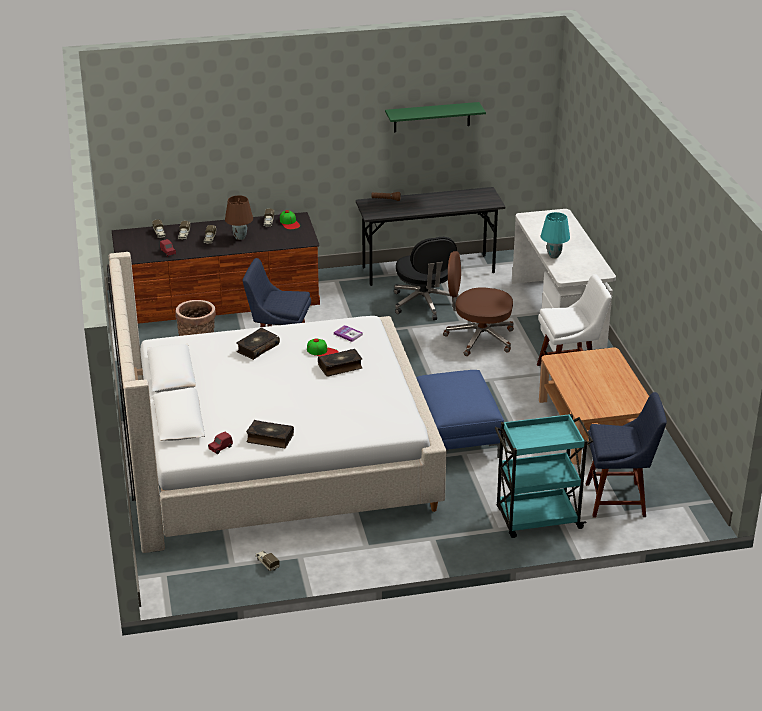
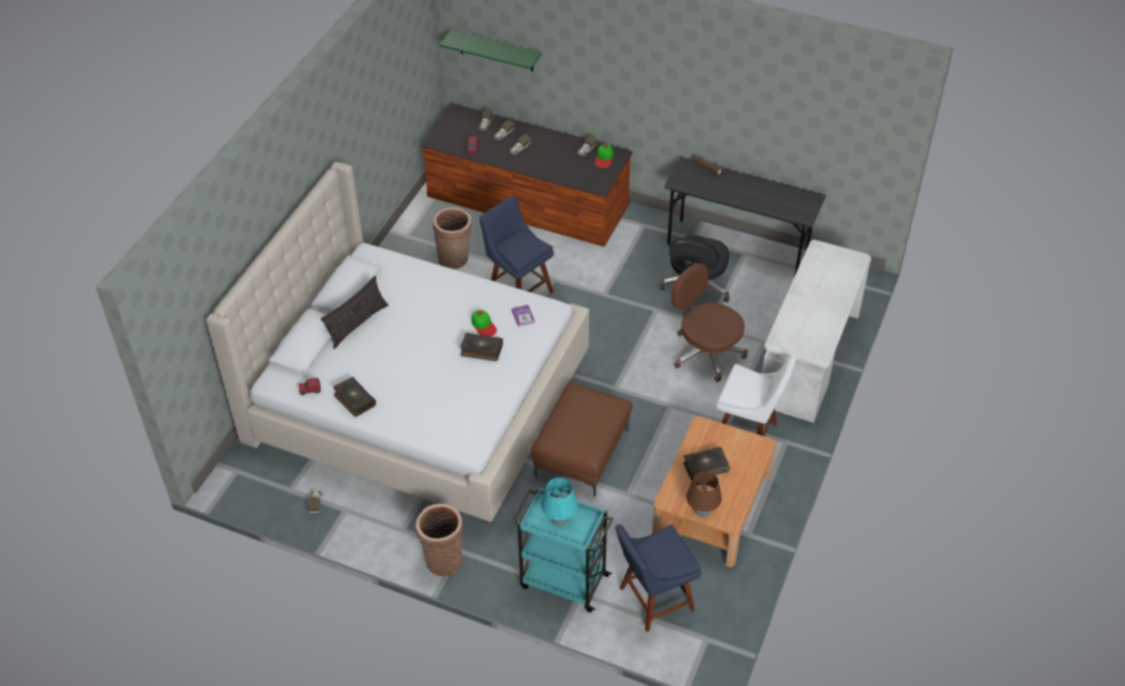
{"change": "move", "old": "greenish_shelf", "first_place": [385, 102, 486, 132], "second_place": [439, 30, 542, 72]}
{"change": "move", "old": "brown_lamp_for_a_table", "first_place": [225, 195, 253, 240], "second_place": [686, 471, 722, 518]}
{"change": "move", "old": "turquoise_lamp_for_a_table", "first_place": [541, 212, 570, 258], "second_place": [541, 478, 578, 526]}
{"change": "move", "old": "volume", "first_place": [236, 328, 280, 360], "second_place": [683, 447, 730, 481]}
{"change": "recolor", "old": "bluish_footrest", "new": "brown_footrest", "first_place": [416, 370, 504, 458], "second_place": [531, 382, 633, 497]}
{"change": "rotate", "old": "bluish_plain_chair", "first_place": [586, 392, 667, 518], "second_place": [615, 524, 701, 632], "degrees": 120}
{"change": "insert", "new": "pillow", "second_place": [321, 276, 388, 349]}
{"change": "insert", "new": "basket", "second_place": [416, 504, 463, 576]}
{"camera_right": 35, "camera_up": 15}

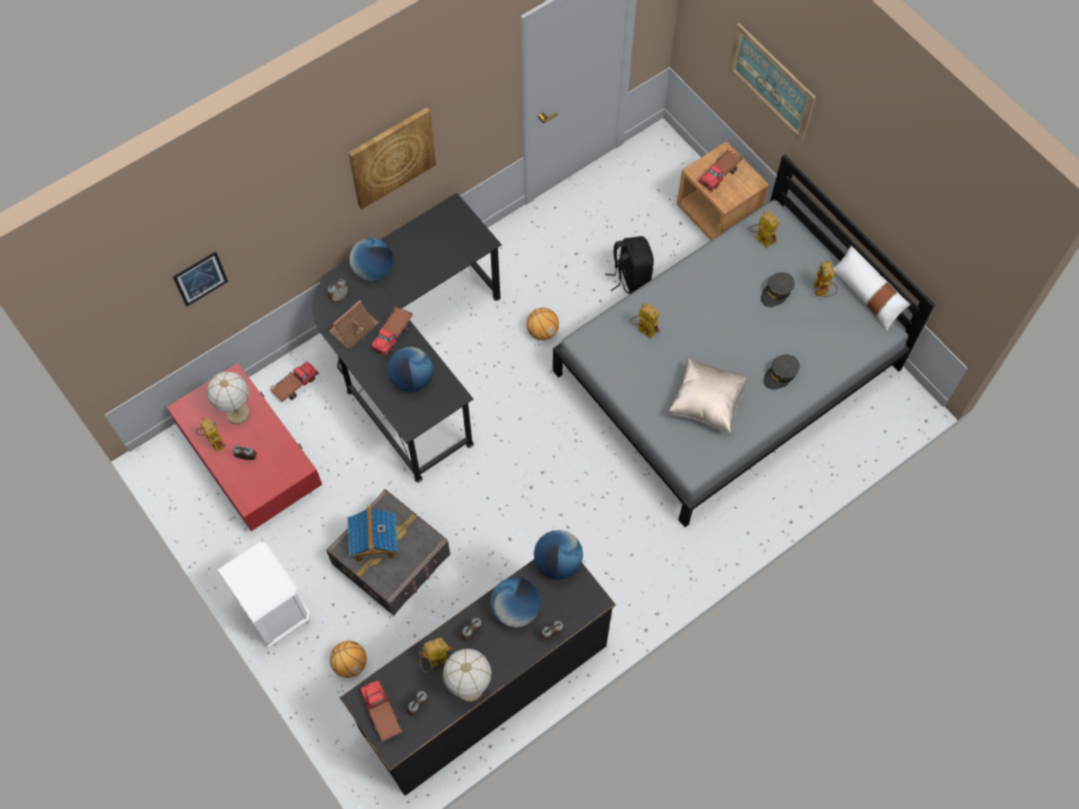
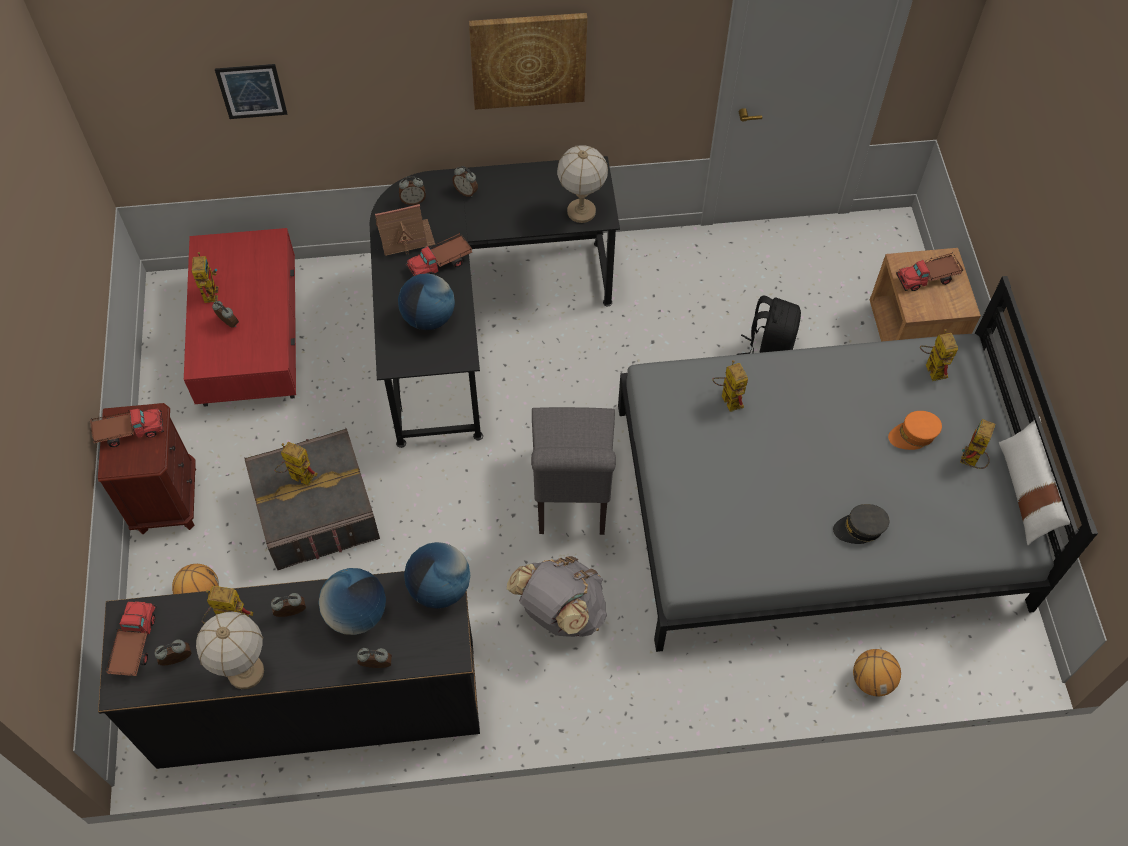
{"change": "delete", "old": "wall_picture", "first_place": [728, 23, 816, 142]}
{"change": "replace", "old": "desk_globe", "new": "bedside_clock", "first_place": [350, 238, 393, 281], "second_place": [452, 166, 478, 197]}
{"change": "recolor", "old": "grey_peaked_cap", "new": "orange-coloured_peaked_cap", "first_place": [761, 272, 795, 307], "second_place": [888, 411, 942, 450]}
{"change": "move", "old": "basketball", "first_place": [526, 308, 559, 340], "second_place": [853, 649, 901, 697]}
{"change": "delete", "old": "sand-coloured_pillow", "first_place": [668, 357, 751, 433]}
{"change": "move", "old": "model_truck", "first_place": [270, 362, 319, 402], "second_place": [90, 409, 164, 447]}
{"change": "move", "old": "lamp_for_a_table", "first_place": [206, 371, 250, 424], "second_place": [557, 145, 608, 223]}
{"change": "replace", "old": "model_house", "new": "toy_robot", "first_place": [347, 505, 398, 562], "second_place": [274, 442, 317, 486]}
{"change": "recolor", "old": "white-coloured_nightstand", "new": "brown_nightstand", "first_place": [218, 542, 311, 648], "second_place": [98, 403, 196, 534]}
{"change": "insert", "new": "grey_plain_chair", "second_place": [531, 407, 616, 535]}
{"change": "insert", "new": "grey_backpack", "second_place": [507, 556, 607, 637]}
{"camera_right": 30, "camera_up": -5}

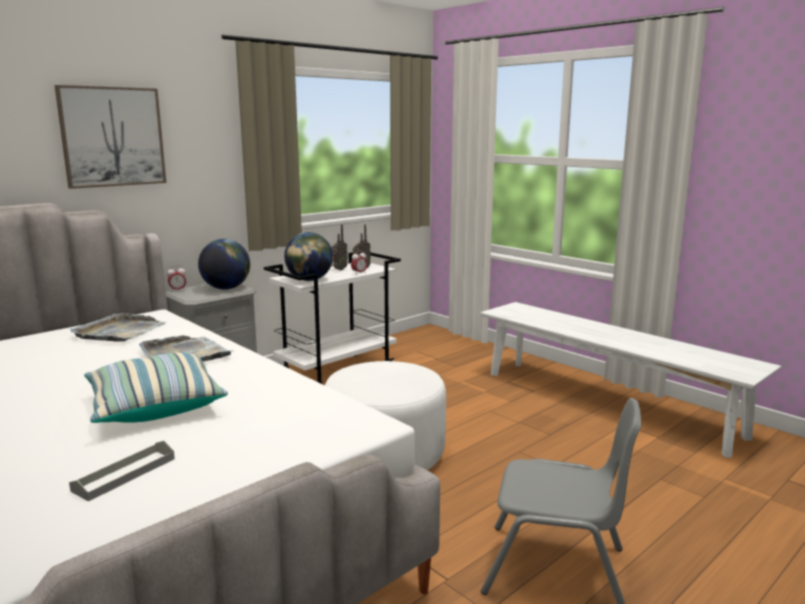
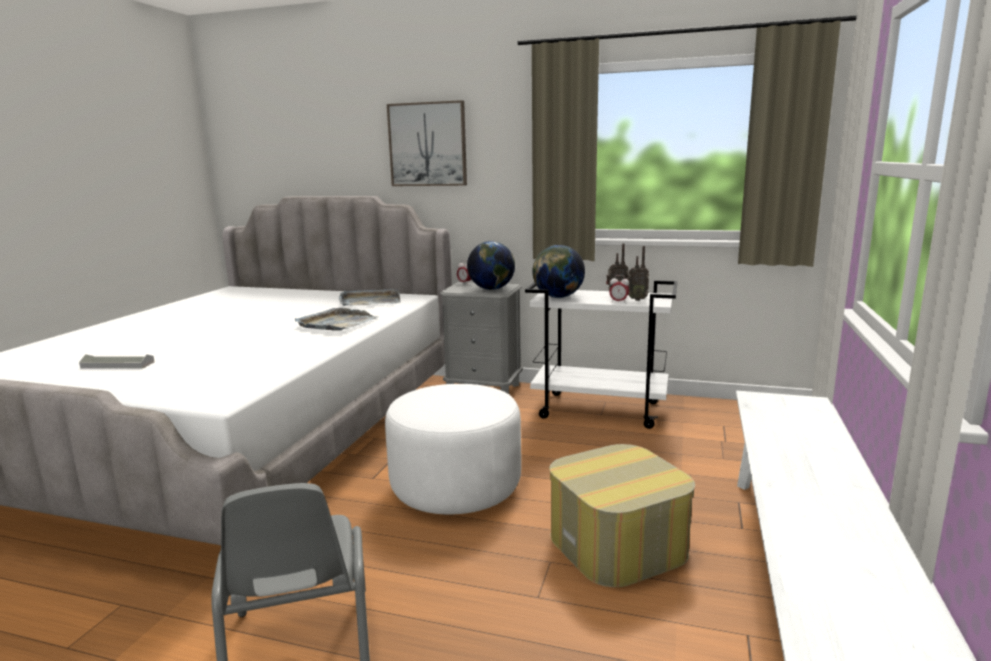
{"change": "delete", "old": "pillow", "first_place": [84, 352, 228, 423]}
{"change": "insert", "new": "footrest", "second_place": [549, 444, 695, 587]}
{"camera_right": 60, "camera_up": 0}

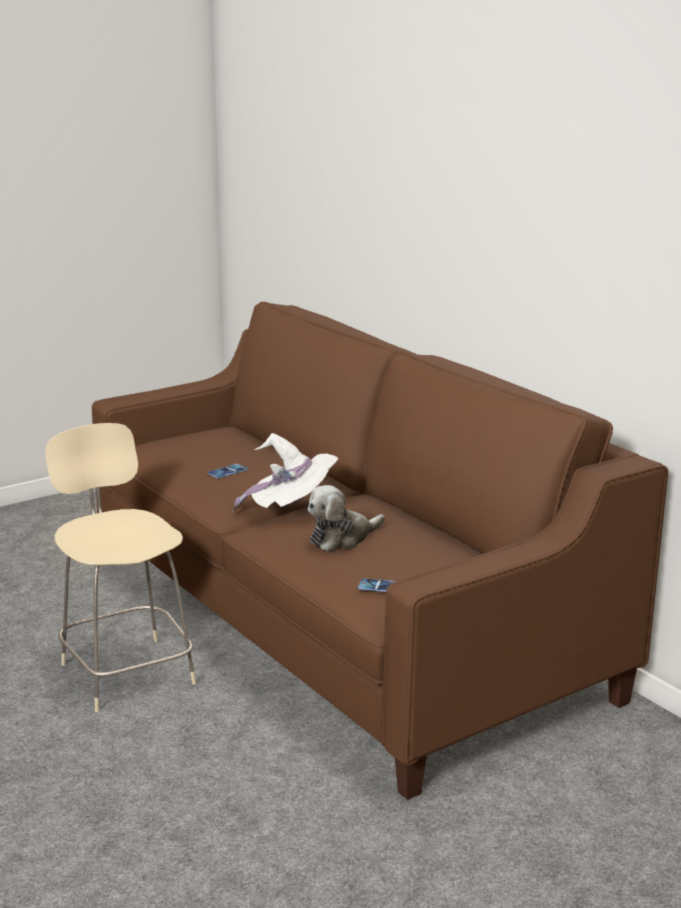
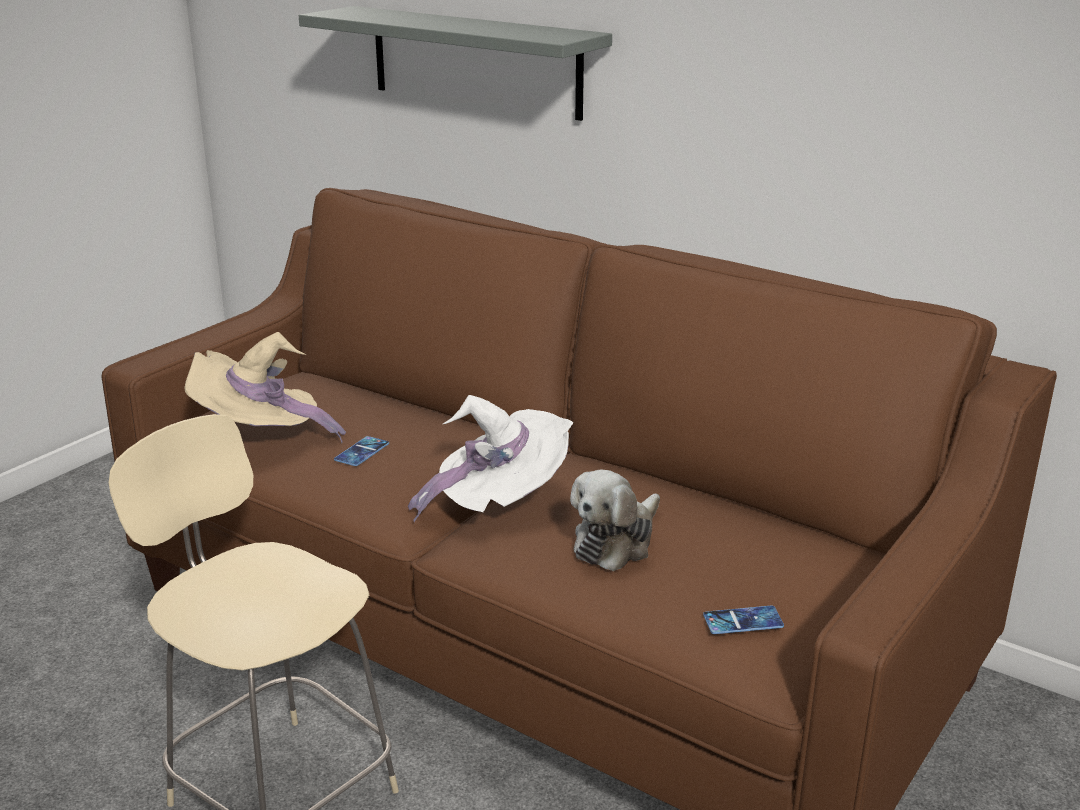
{"change": "insert", "new": "grey_shelf", "second_place": [299, 6, 612, 121]}
{"change": "insert", "new": "sand-coloured_clothing_hat", "second_place": [184, 332, 346, 443]}
{"camera_right": -20, "camera_up": 5}

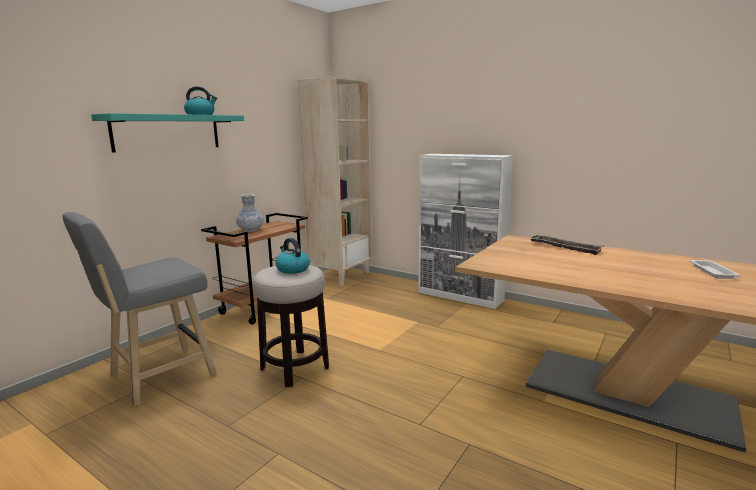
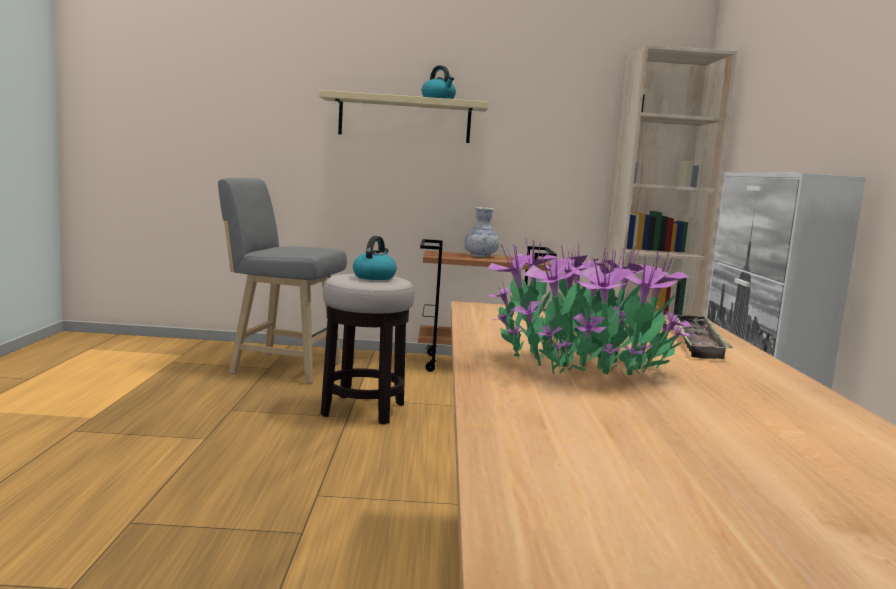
{"change": "recolor", "old": "turquoise_shelf", "new": "sand-coloured_shelf", "first_place": [91, 113, 244, 153], "second_place": [319, 90, 488, 143]}
{"change": "delete", "old": "white-coloured_carrying_tray", "first_place": [689, 260, 741, 279]}
{"change": "insert", "new": "plant_in_a_pot", "second_place": [487, 239, 691, 376]}
{"camera_right": 55, "camera_up": -5}

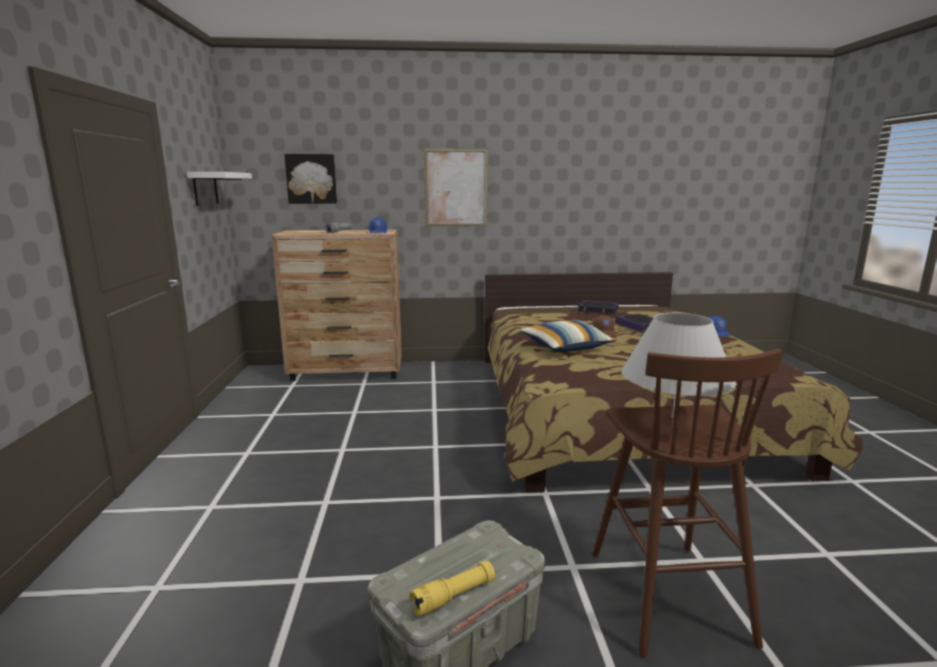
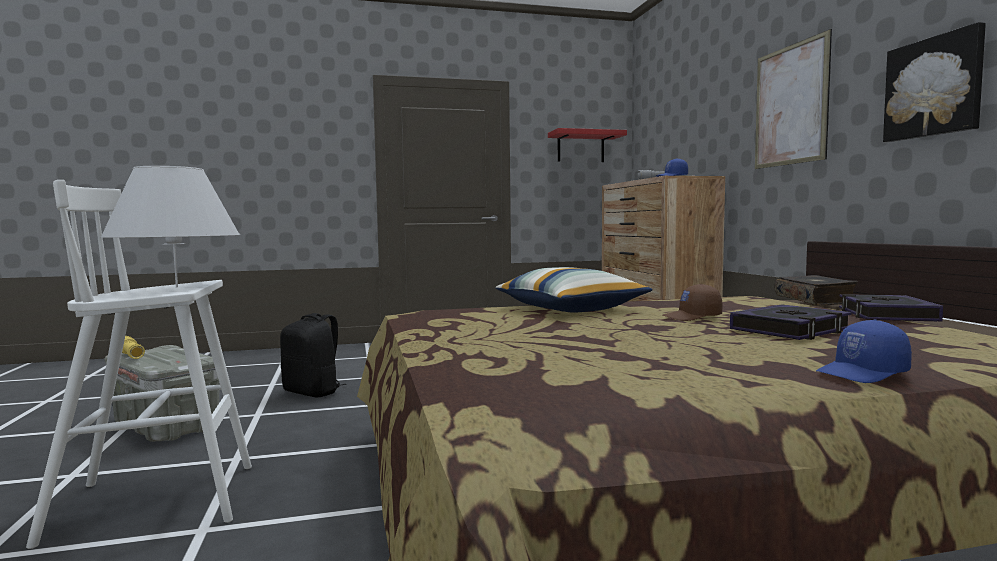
{"change": "move", "old": "wall_picture", "first_place": [284, 154, 337, 204], "second_place": [883, 22, 986, 142]}
{"change": "recolor", "old": "white-coloured_shelf", "new": "red_shelf", "first_place": [187, 172, 252, 206], "second_place": [548, 128, 627, 162]}
{"change": "recolor", "old": "brown_stool_seat", "new": "white-coloured_stool_seat", "first_place": [593, 349, 783, 658], "second_place": [26, 180, 252, 549]}
{"change": "insert", "new": "volume", "second_place": [774, 275, 858, 305]}
{"change": "insert", "new": "black_backpack", "second_place": [280, 313, 347, 397]}
{"camera_right": 80, "camera_up": -10}

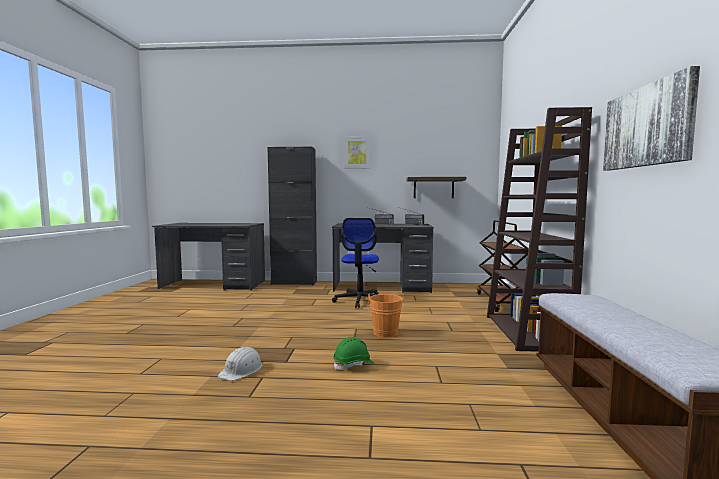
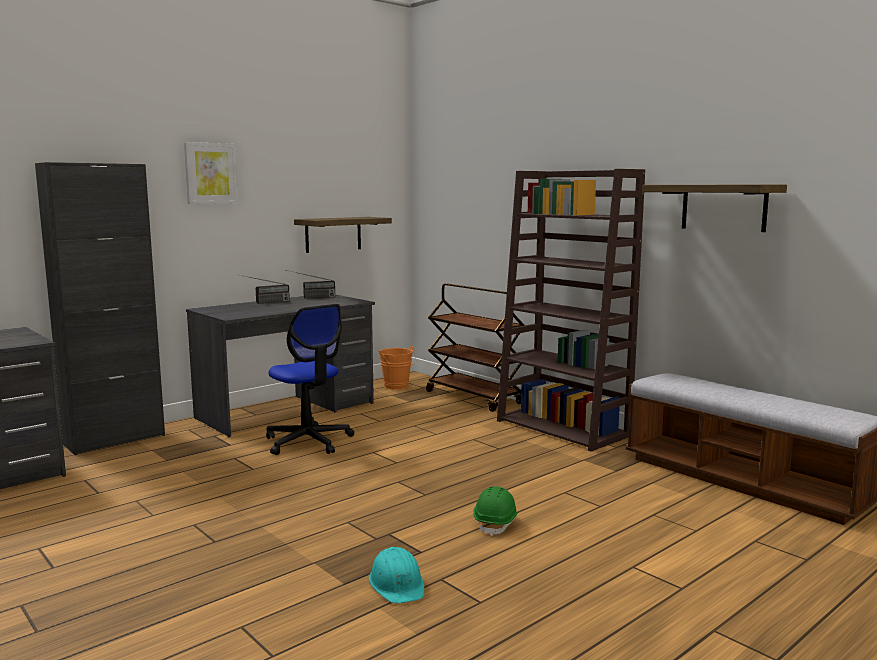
{"change": "replace", "old": "wall_picture", "new": "shelf", "first_place": [603, 66, 700, 171], "second_place": [642, 185, 787, 232]}
{"change": "move", "old": "orange-coloured_pail", "first_place": [367, 294, 404, 337], "second_place": [379, 346, 416, 390]}
{"change": "recolor", "old": "white-coloured_hard_hat", "new": "turquoise_hard_hat", "first_place": [218, 347, 262, 381], "second_place": [369, 547, 424, 603]}
{"camera_right": -45, "camera_up": 5}

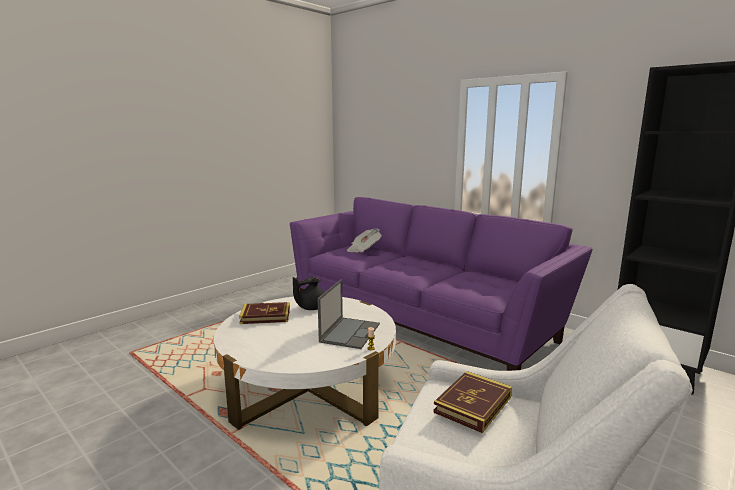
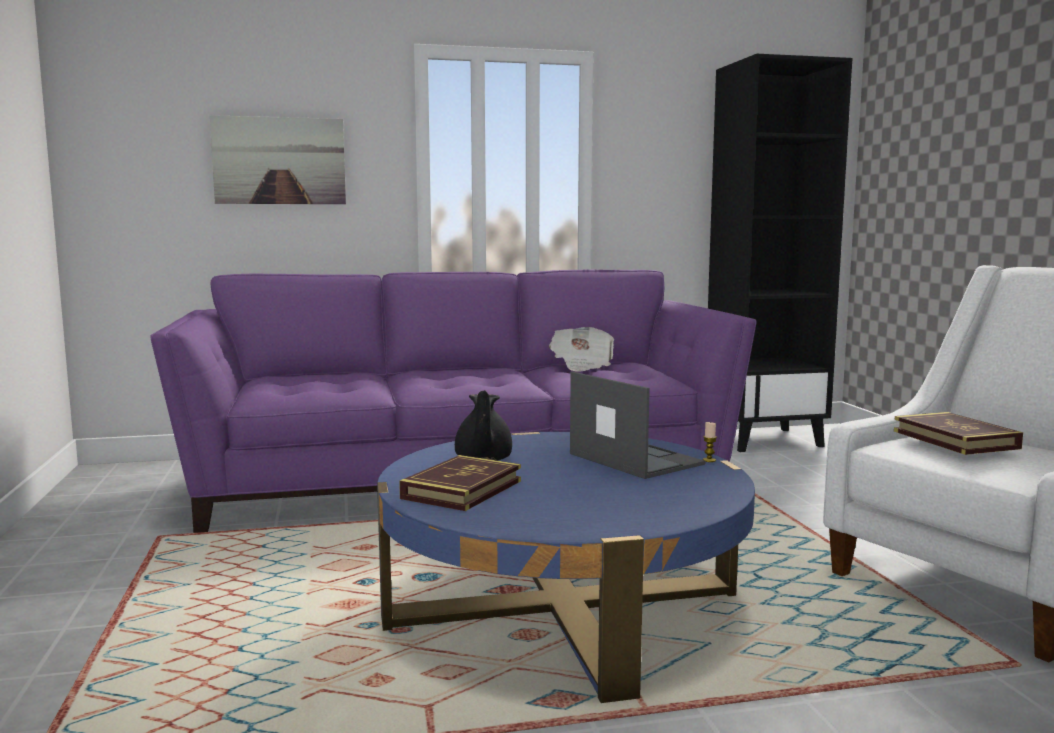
{"change": "move", "old": "daily_paper", "first_place": [347, 228, 382, 253], "second_place": [549, 327, 614, 372]}
{"change": "recolor", "old": "white-coloured_lounge_table", "new": "bluish_lounge_table", "first_place": [214, 297, 396, 430], "second_place": [377, 432, 755, 703]}
{"change": "insert", "new": "wall_picture", "second_place": [210, 115, 346, 204]}
{"camera_right": -55, "camera_up": -5}

